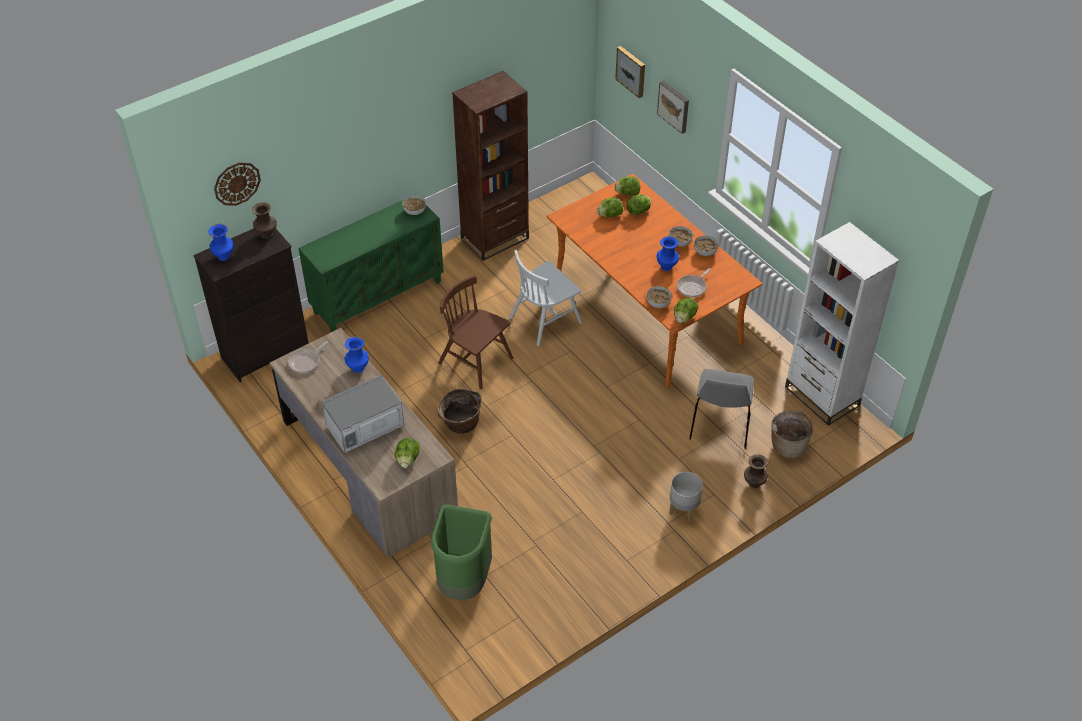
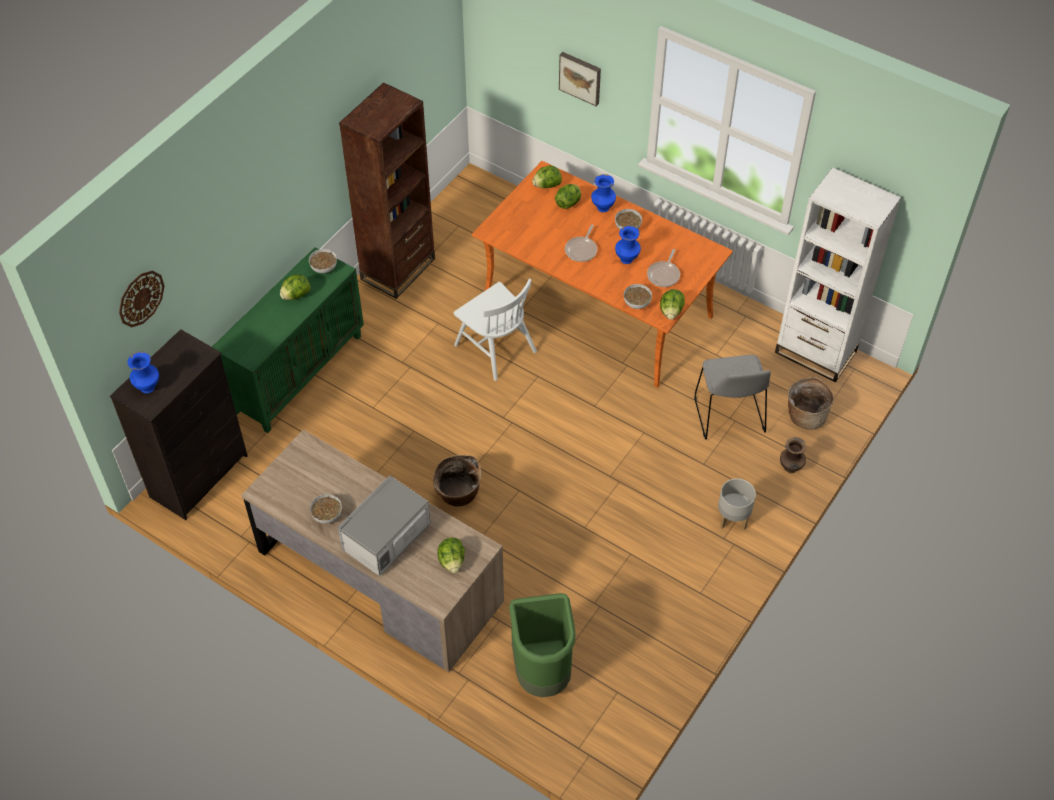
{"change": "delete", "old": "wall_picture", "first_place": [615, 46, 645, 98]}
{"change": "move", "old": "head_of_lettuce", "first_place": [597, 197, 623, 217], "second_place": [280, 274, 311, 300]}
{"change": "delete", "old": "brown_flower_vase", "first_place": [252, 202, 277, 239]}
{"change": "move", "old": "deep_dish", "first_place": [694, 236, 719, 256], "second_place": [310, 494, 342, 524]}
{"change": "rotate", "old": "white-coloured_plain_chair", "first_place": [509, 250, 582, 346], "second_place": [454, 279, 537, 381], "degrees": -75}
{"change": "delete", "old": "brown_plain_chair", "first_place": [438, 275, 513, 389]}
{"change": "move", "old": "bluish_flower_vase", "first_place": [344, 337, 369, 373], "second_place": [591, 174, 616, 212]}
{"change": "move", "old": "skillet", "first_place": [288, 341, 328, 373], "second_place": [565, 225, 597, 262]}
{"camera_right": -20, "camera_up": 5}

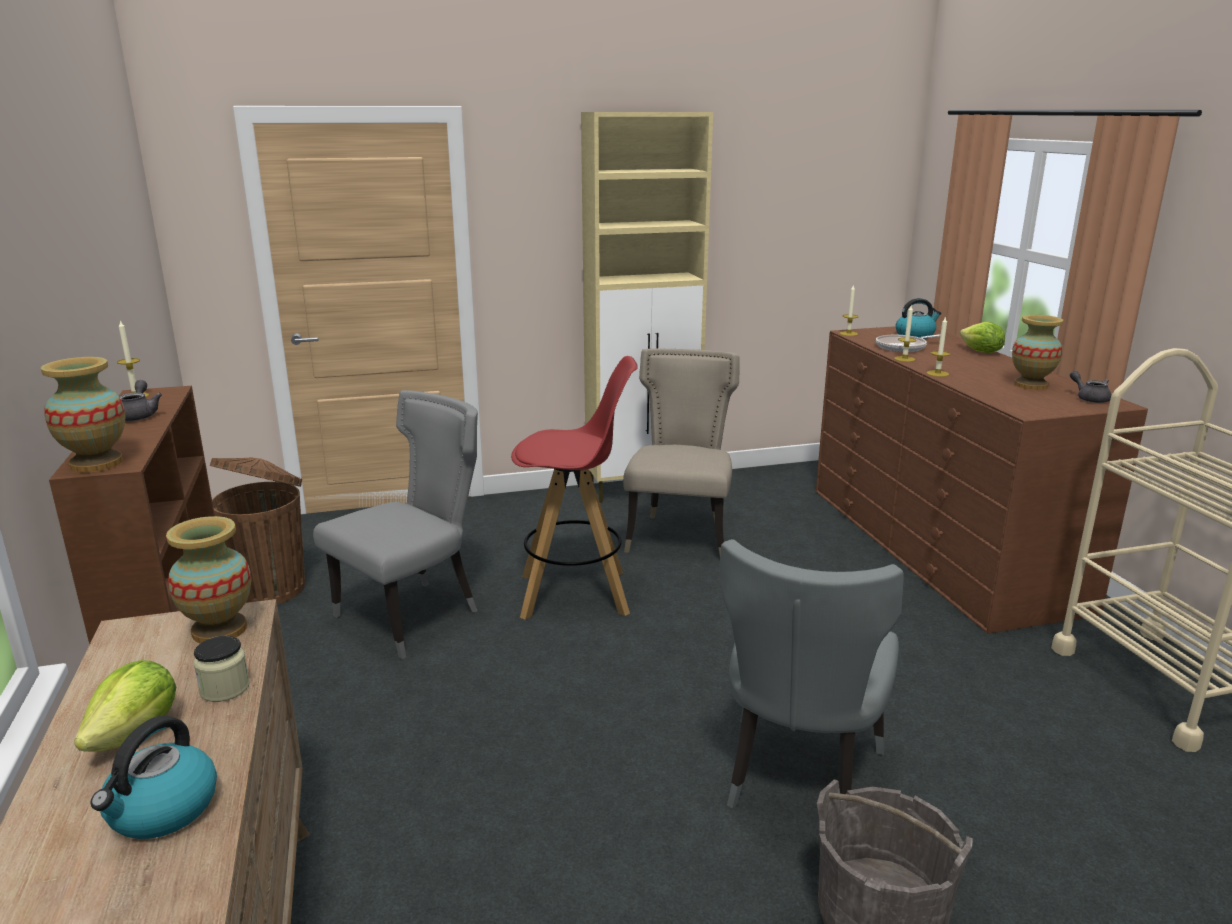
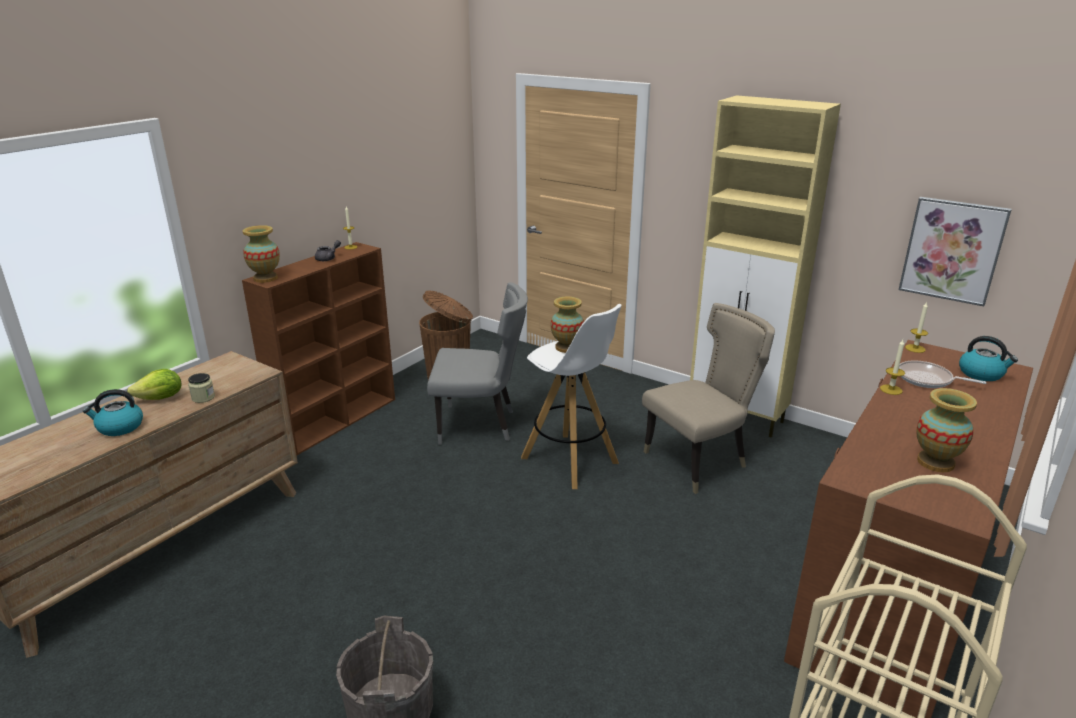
{"change": "delete", "old": "wax_light", "first_place": [927, 316, 950, 377]}
{"change": "delete", "old": "head_of_lettuce", "first_place": [960, 322, 1005, 353]}
{"change": "recolor", "old": "red_stool_seat", "new": "white-coloured_stool_seat", "first_place": [511, 356, 638, 620], "second_place": [521, 304, 622, 489]}
{"change": "delete", "old": "grey_pot_for_tea", "first_place": [1070, 371, 1111, 403]}
{"change": "move", "old": "flower_vase", "first_place": [166, 516, 251, 643], "second_place": [551, 297, 584, 353]}
{"change": "delete", "old": "grey_plain_chair", "first_place": [719, 539, 904, 808]}
{"change": "insert", "new": "wall_picture", "second_place": [899, 197, 1012, 306]}
{"camera_right": 50, "camera_up": 5}

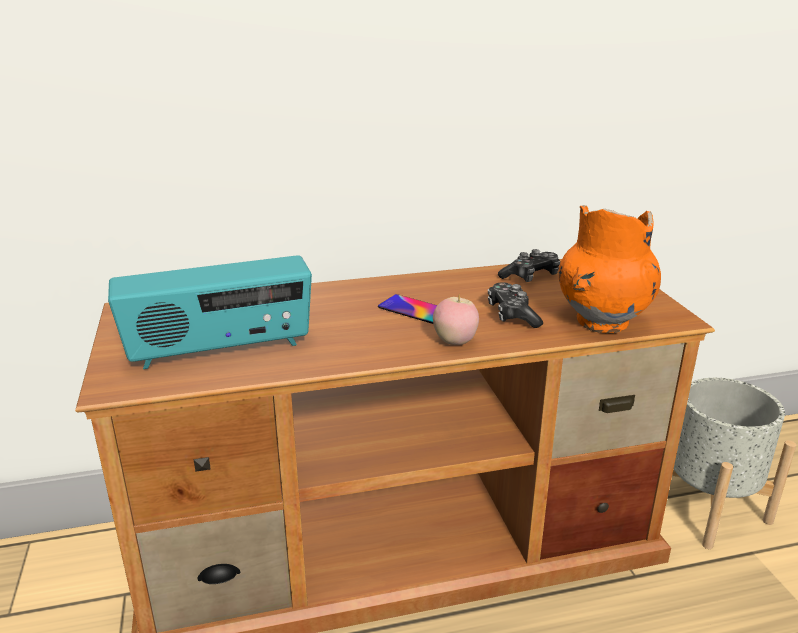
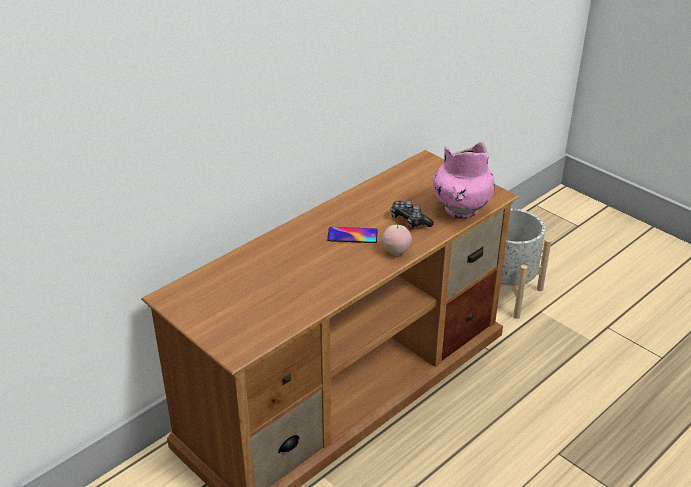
{"change": "recolor", "old": "orange-coloured_flower_vase", "new": "pink_flower_vase", "first_place": [559, 205, 661, 333], "second_place": [433, 142, 495, 219]}
{"change": "delete", "old": "joypad", "first_place": [498, 249, 560, 282]}
{"change": "delete", "old": "radio_set", "first_place": [108, 255, 312, 369]}
{"camera_right": -30, "camera_up": 10}

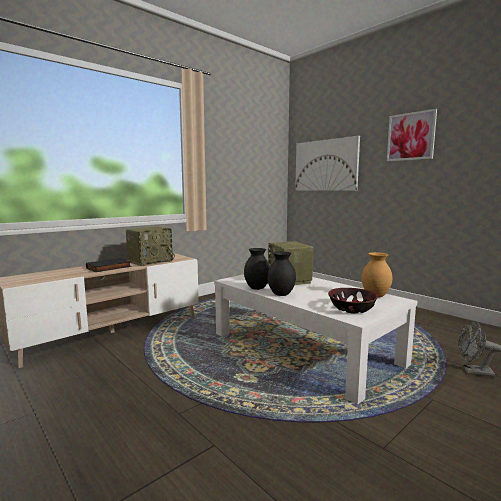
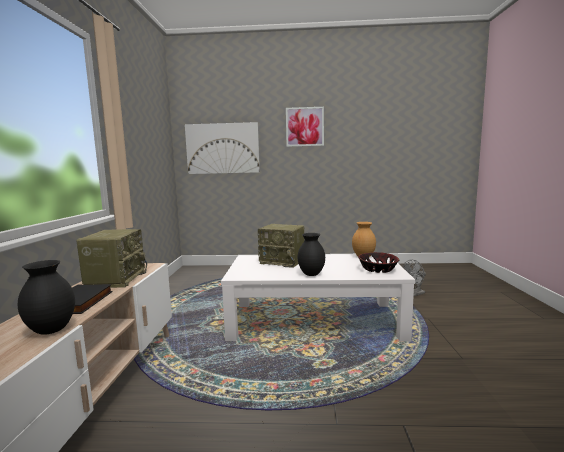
{"change": "move", "old": "black_flower_vase", "first_place": [244, 248, 270, 290], "second_place": [18, 260, 75, 335]}
{"camera_right": -45, "camera_up": 0}

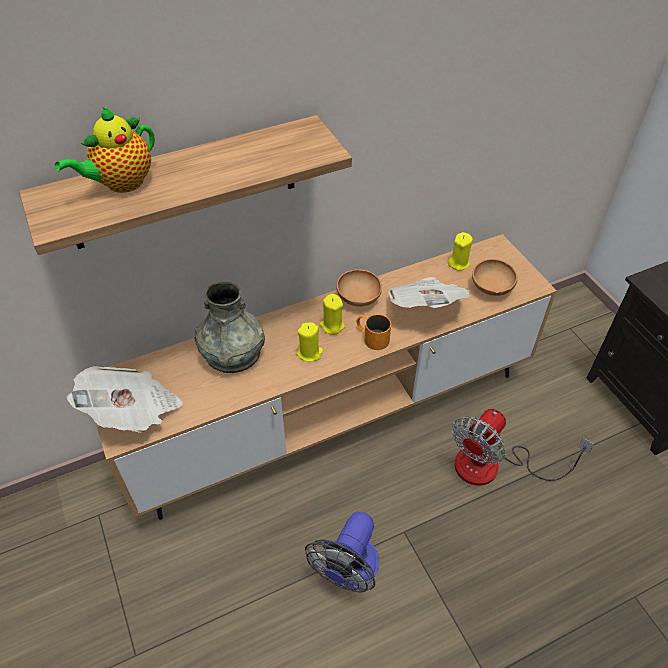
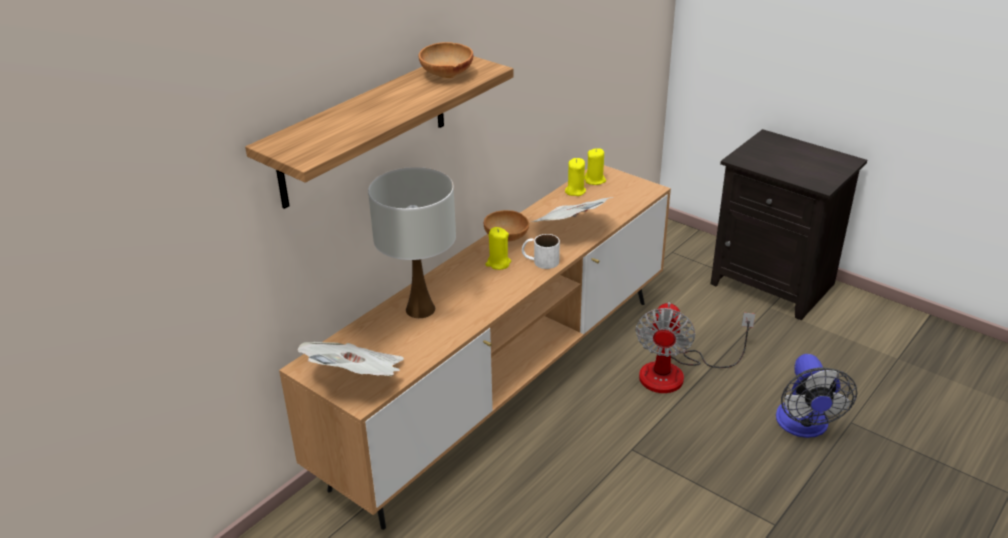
{"change": "delete", "old": "pot_for_tea", "first_place": [55, 107, 155, 193]}
{"change": "move", "old": "brown_deep_dish", "first_place": [472, 259, 518, 296], "second_place": [419, 42, 473, 78]}
{"change": "replace", "old": "grey_flower_vase", "new": "white-coloured_lamp_for_a_table", "first_place": [195, 282, 265, 373], "second_place": [368, 167, 456, 318]}
{"change": "recolor", "old": "orange-coloured_coffee_mug", "new": "white-coloured_coffee_mug", "first_place": [356, 314, 391, 350], "second_place": [522, 234, 560, 269]}
{"change": "move", "old": "yellow-coloured_wax_light", "first_place": [297, 322, 323, 362], "second_place": [584, 148, 606, 185]}
{"change": "move", "old": "cooling_fan", "first_place": [305, 512, 379, 593], "second_place": [776, 354, 857, 438]}
{"camera_right": -25, "camera_up": -15}

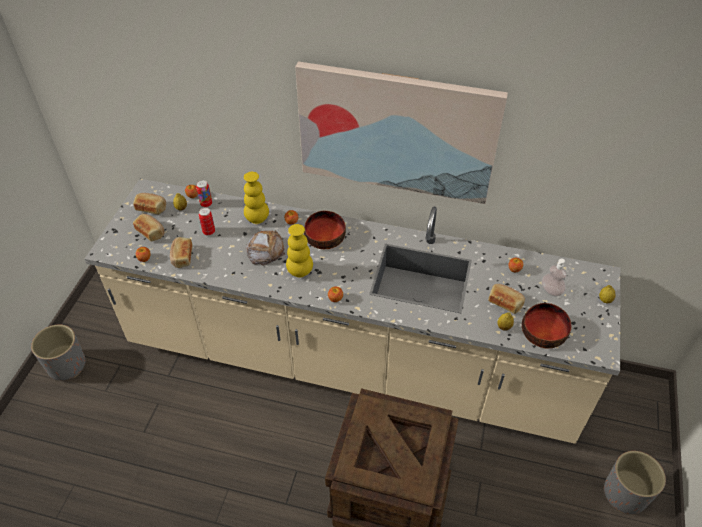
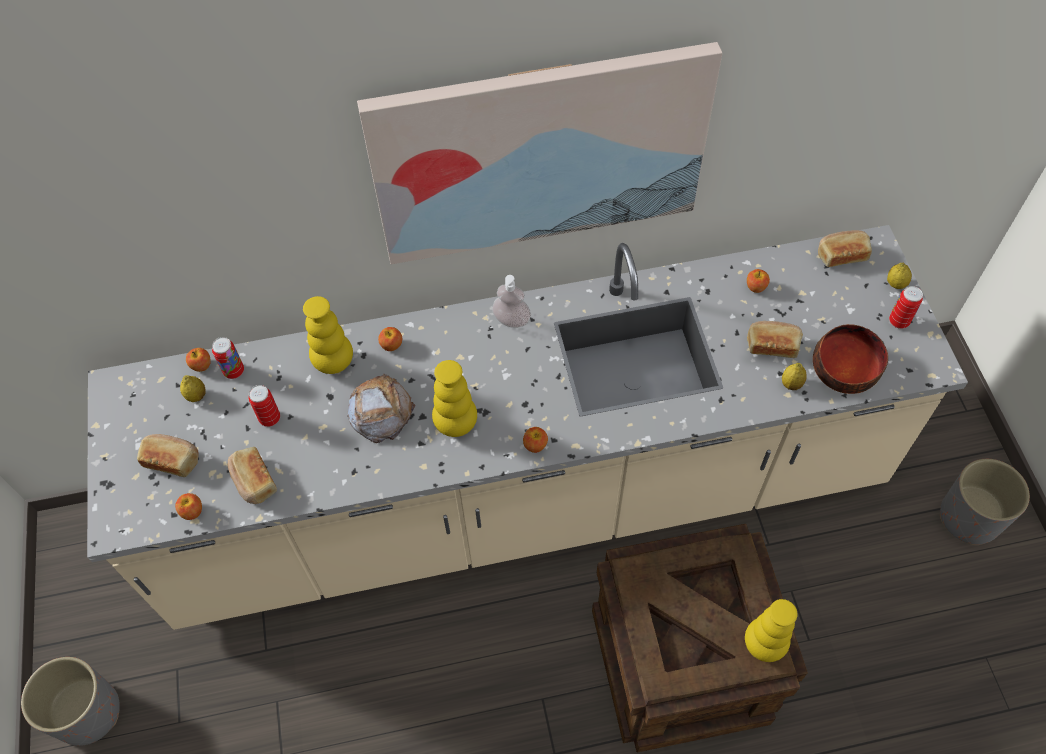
{"change": "move", "old": "bakery_bread", "first_place": [133, 193, 166, 215], "second_place": [818, 230, 872, 267]}
{"change": "delete", "old": "deep_dish", "first_place": [304, 211, 346, 249]}
{"change": "move", "old": "soap_dispenser", "first_place": [542, 258, 567, 296], "second_place": [492, 275, 531, 328]}
{"change": "insert", "new": "sealed_can", "second_place": [889, 286, 923, 329]}
{"change": "insert", "new": "yellow-coloured_flower_vase", "second_place": [745, 599, 797, 662]}
{"camera_right": -25, "camera_up": 10}

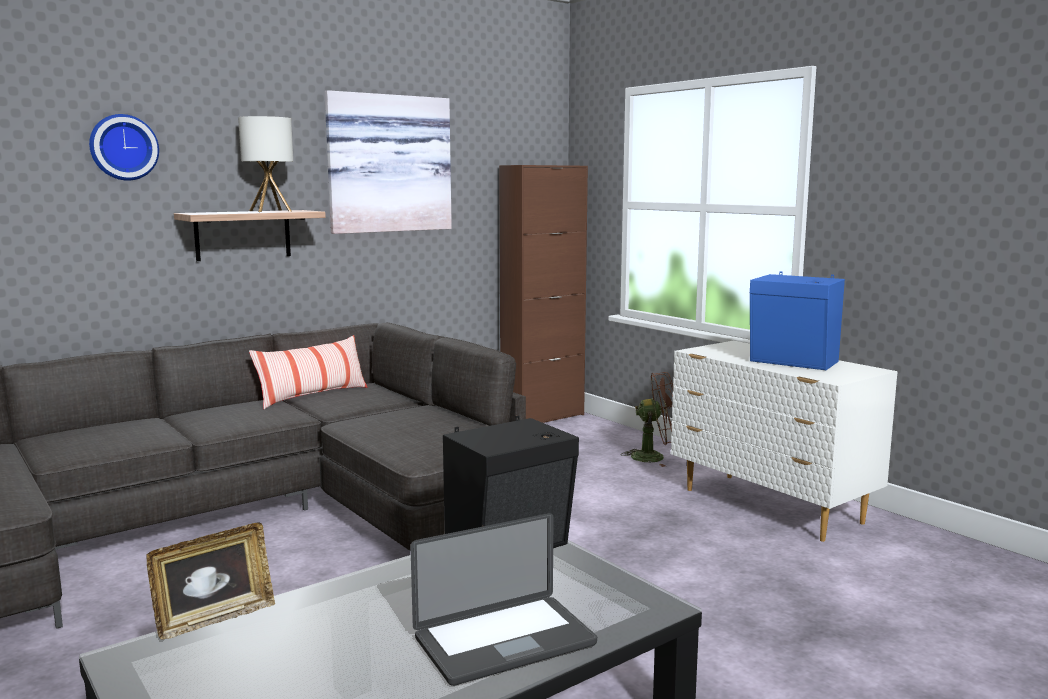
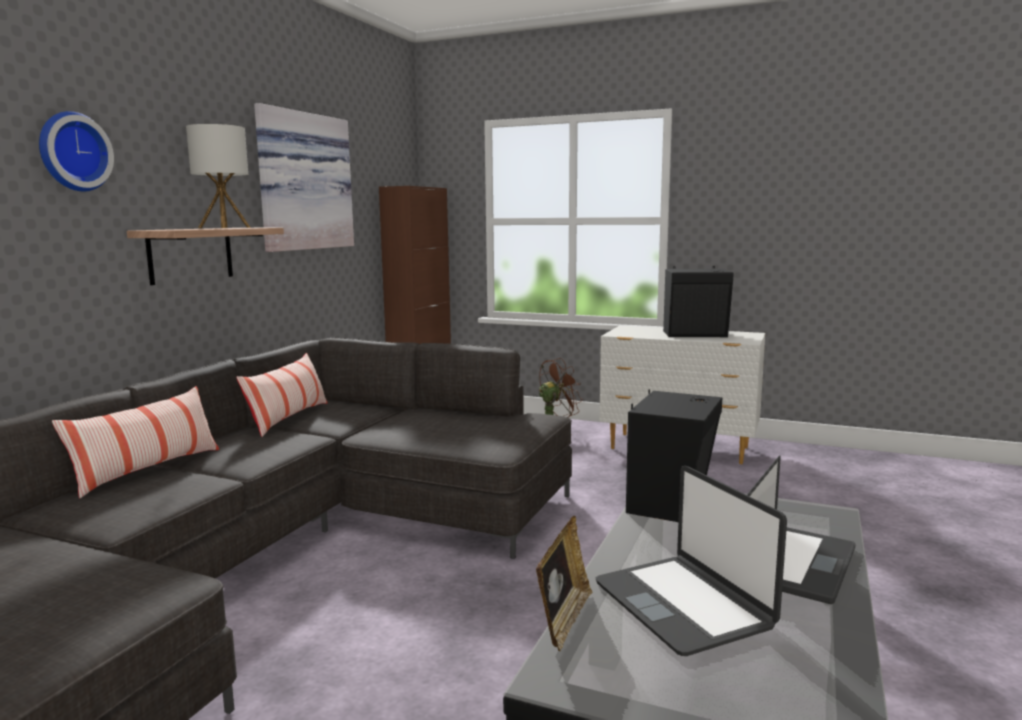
{"change": "recolor", "old": "bluish_speaker", "new": "black_speaker", "first_place": [750, 271, 845, 370], "second_place": [663, 266, 734, 337]}
{"change": "insert", "new": "pillow", "second_place": [52, 386, 219, 498]}
{"change": "insert", "new": "notebook_computer", "second_place": [595, 466, 787, 656]}
{"camera_right": -30, "camera_up": 0}

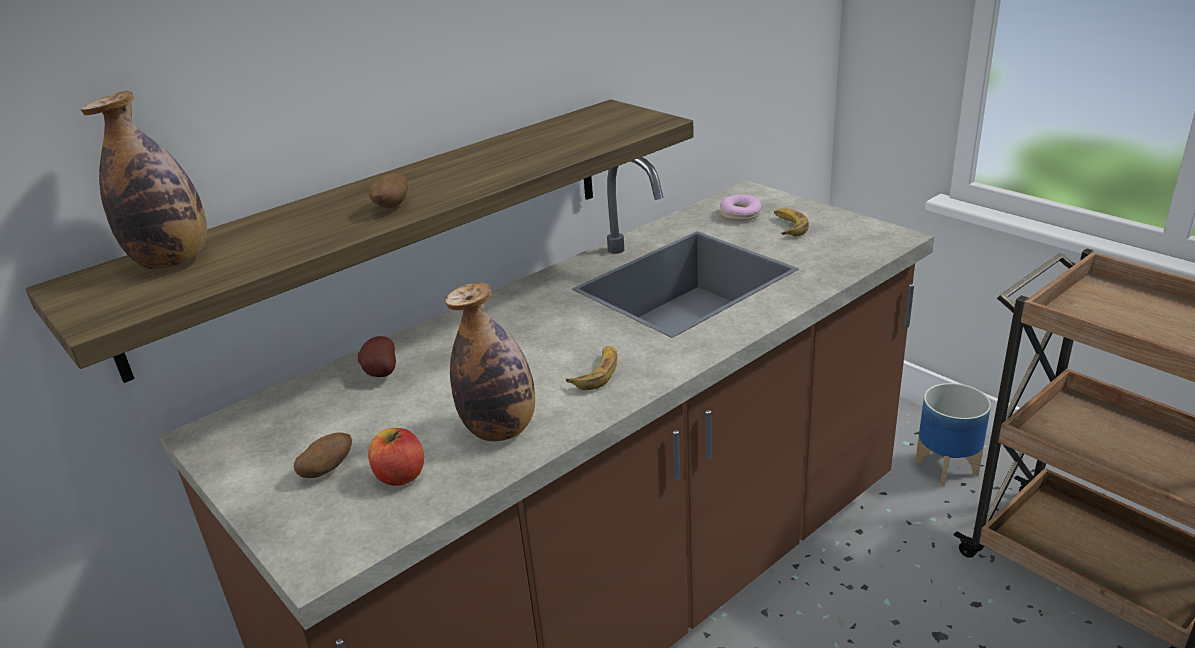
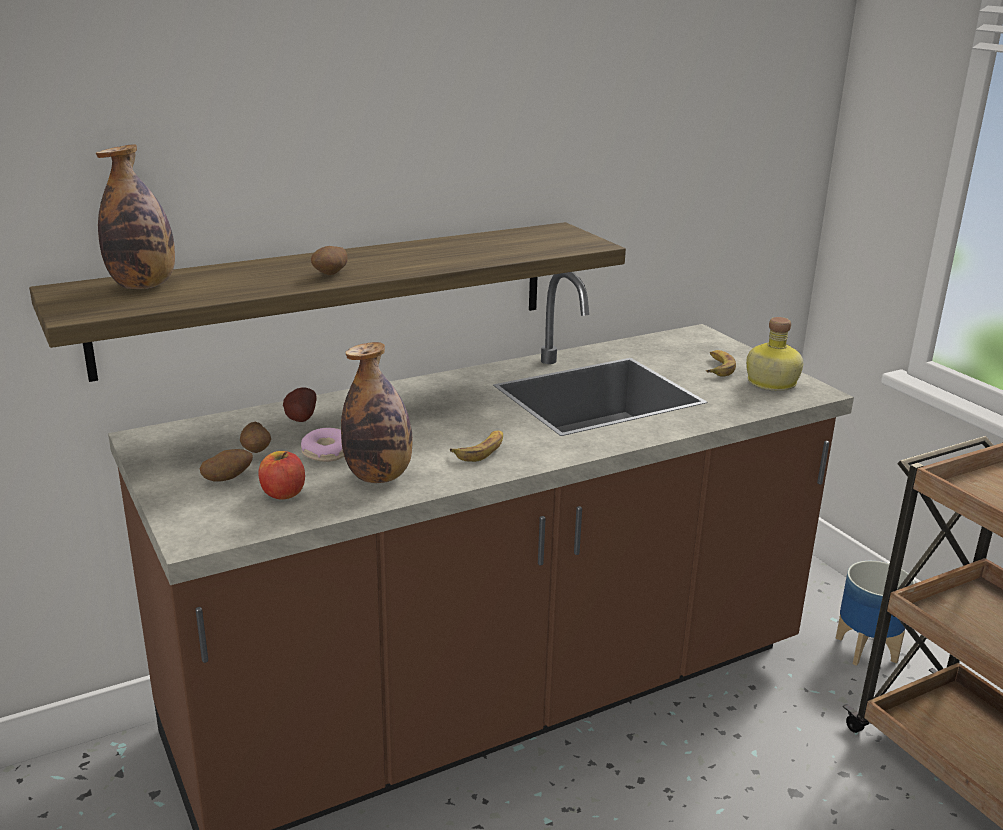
{"change": "move", "old": "doughnut", "first_place": [720, 194, 761, 221], "second_place": [301, 428, 344, 462]}
{"change": "insert", "new": "beverage_bottle", "second_place": [746, 317, 803, 391]}
{"change": "insert", "new": "spud", "second_place": [240, 422, 271, 453]}
{"camera_right": 10, "camera_up": -5}

